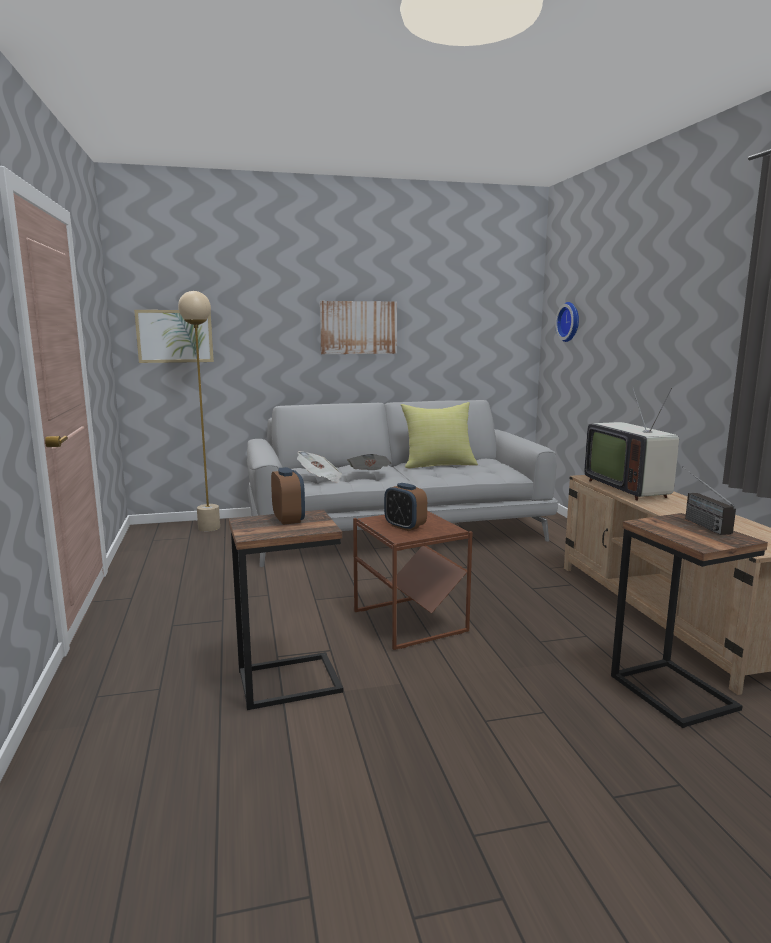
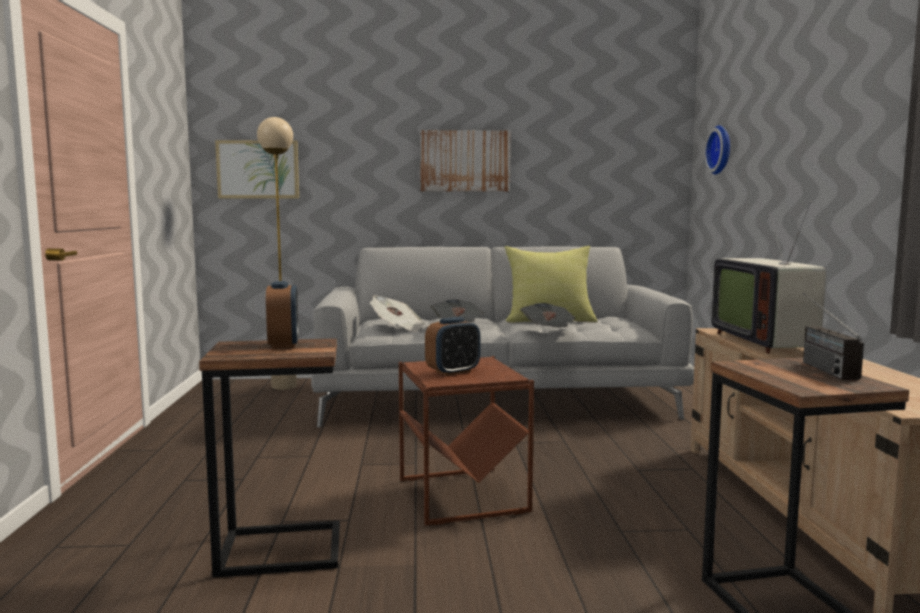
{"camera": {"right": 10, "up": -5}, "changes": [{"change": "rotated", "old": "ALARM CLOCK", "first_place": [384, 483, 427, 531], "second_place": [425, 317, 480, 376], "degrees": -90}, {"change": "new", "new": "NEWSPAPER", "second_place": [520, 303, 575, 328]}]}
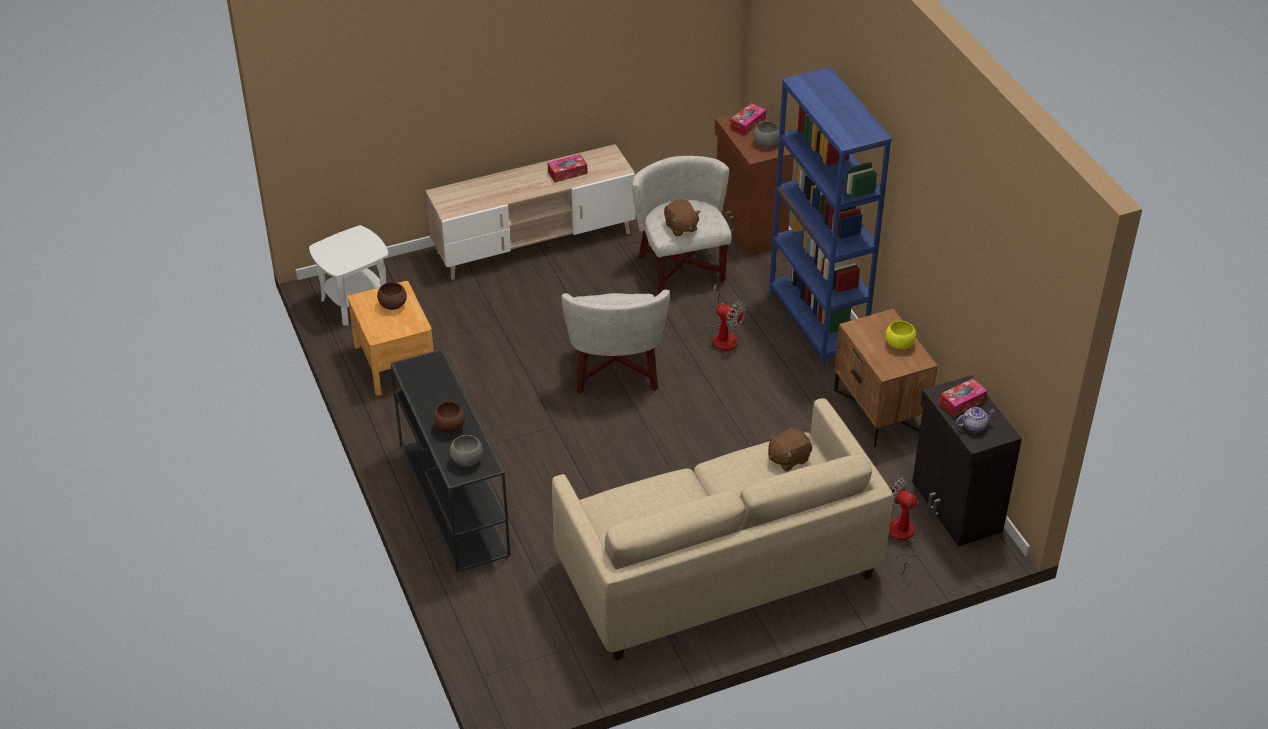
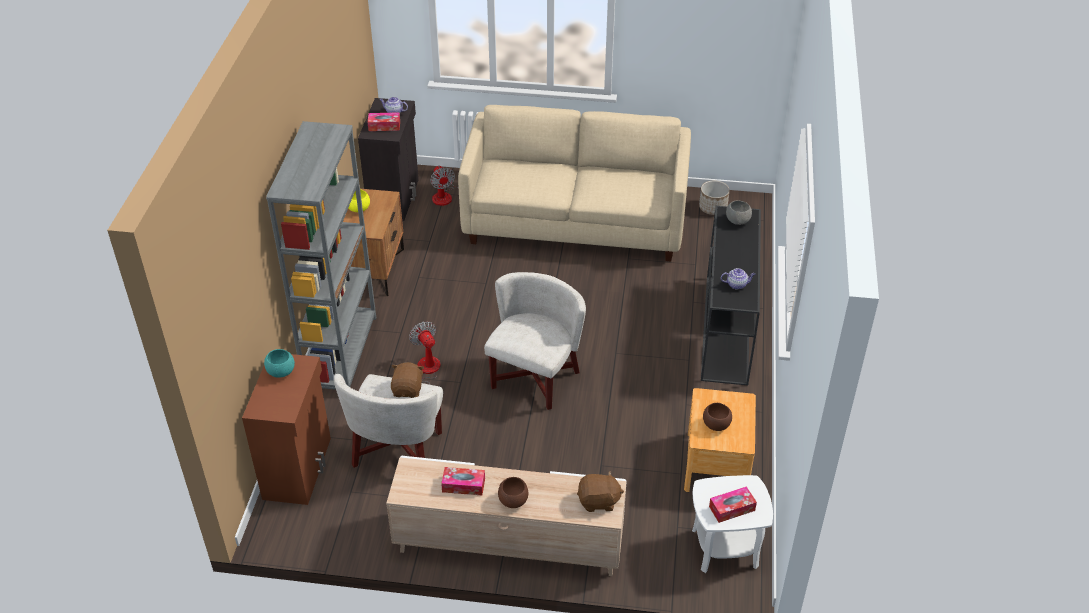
{"camera": {"right": -150, "up": 0}, "changes": [{"change": "shifted", "old": "BROWN BOWL", "first_place": [434, 402, 465, 433], "second_place": [498, 477, 528, 508]}, {"change": "shifted", "old": "TISSUE BOX", "first_place": [730, 103, 766, 136], "second_place": [709, 486, 757, 523]}, {"change": "repainted", "old": "GREY BOWL", "new": "TURQUOISE BOWL", "first_place": [753, 121, 780, 147], "second_place": [264, 349, 295, 378]}, {"change": "shifted", "old": "BROWN PLUSH TOY", "first_place": [768, 428, 812, 471], "second_place": [577, 471, 624, 512]}, {"change": "repainted", "old": "BLUE BOOKCASE", "new": "GREY BOOKCASE", "first_place": [769, 67, 892, 365], "second_place": [266, 121, 376, 390]}, {"change": "new", "new": "PLANTER", "second_place": [699, 181, 730, 215]}, {"change": "new", "new": "TEAPOT", "second_place": [721, 268, 755, 289]}]}
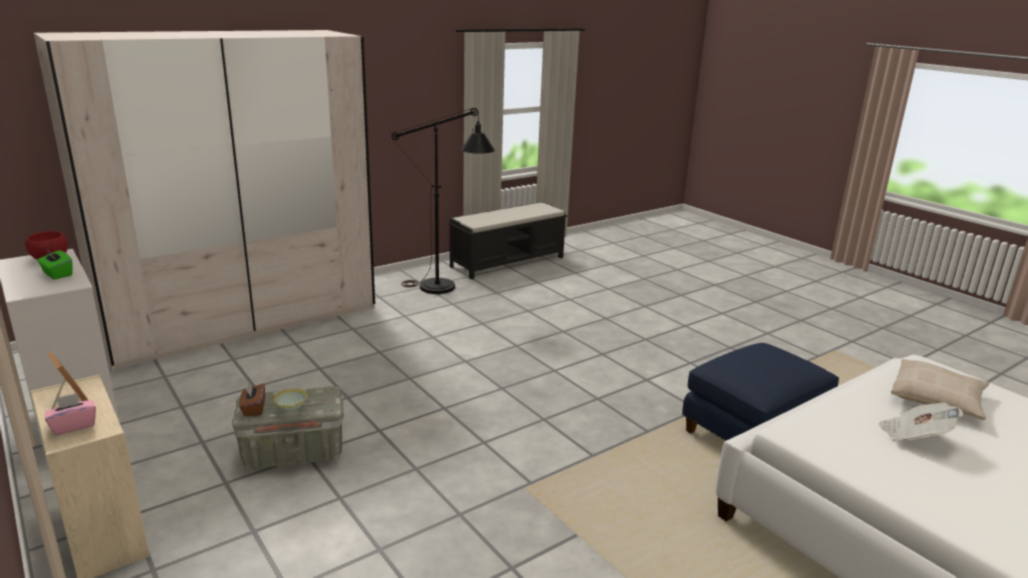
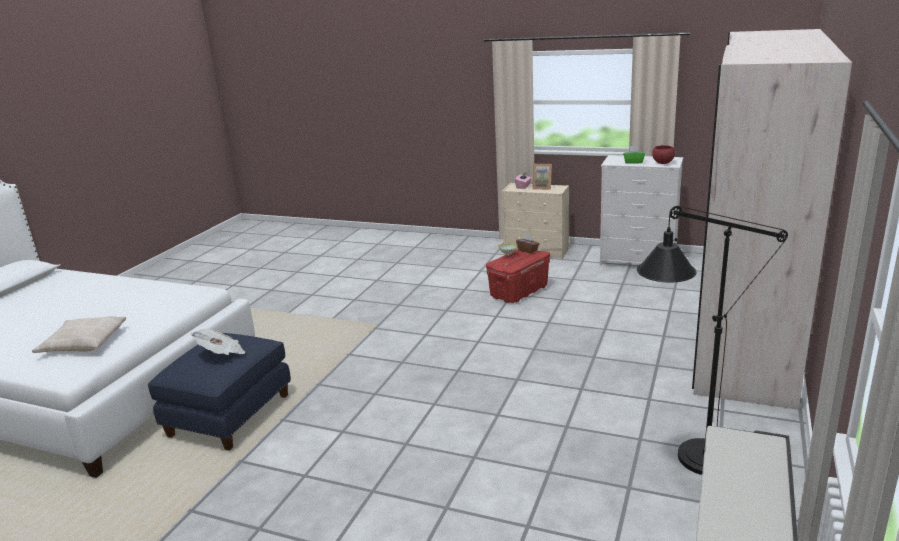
{"camera": {"right": 150, "up": 0}, "changes": [{"change": "repainted", "old": "GREY STORAGE BOX", "new": "RED STORAGE BOX", "first_place": [232, 386, 344, 470], "second_place": [486, 249, 550, 303]}, {"change": "shifted", "old": "NEWSPAPER", "first_place": [879, 402, 963, 441], "second_place": [190, 329, 245, 355]}]}
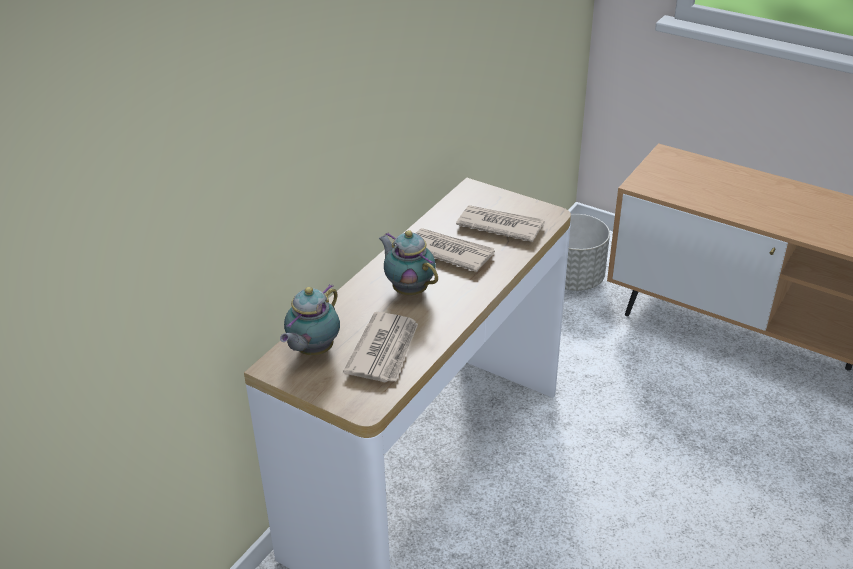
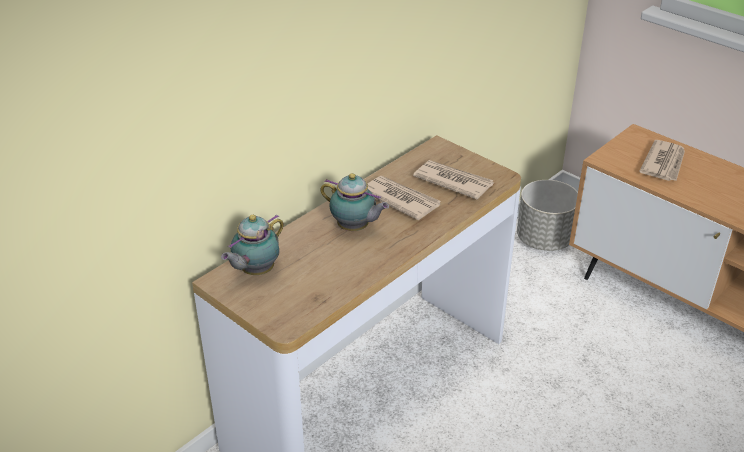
{"camera": {"right": 10, "up": 0}, "changes": [{"change": "shifted", "old": "NEWSPAPER", "first_place": [343, 312, 418, 382], "second_place": [639, 140, 685, 181]}, {"change": "rotated", "old": "TEAPOT", "first_place": [379, 230, 438, 295], "second_place": [320, 173, 389, 231], "degrees": 150}]}
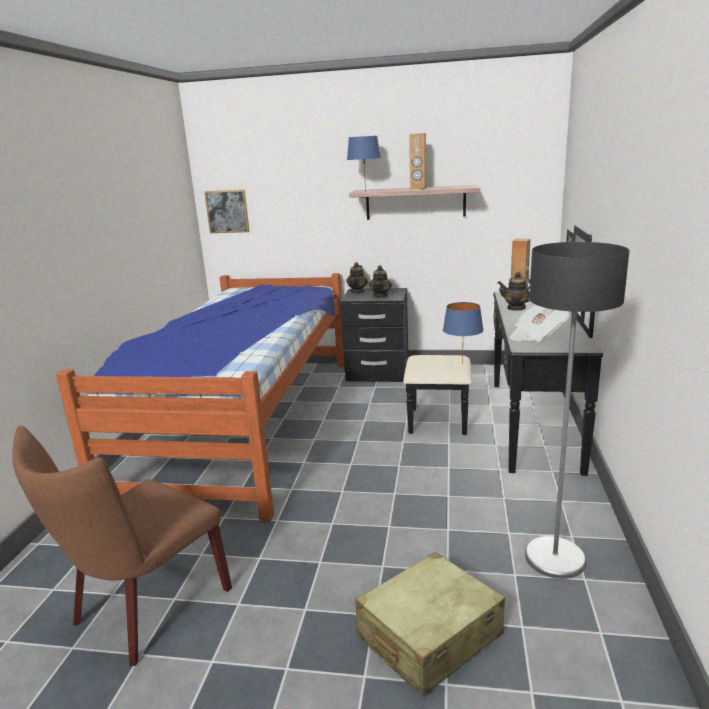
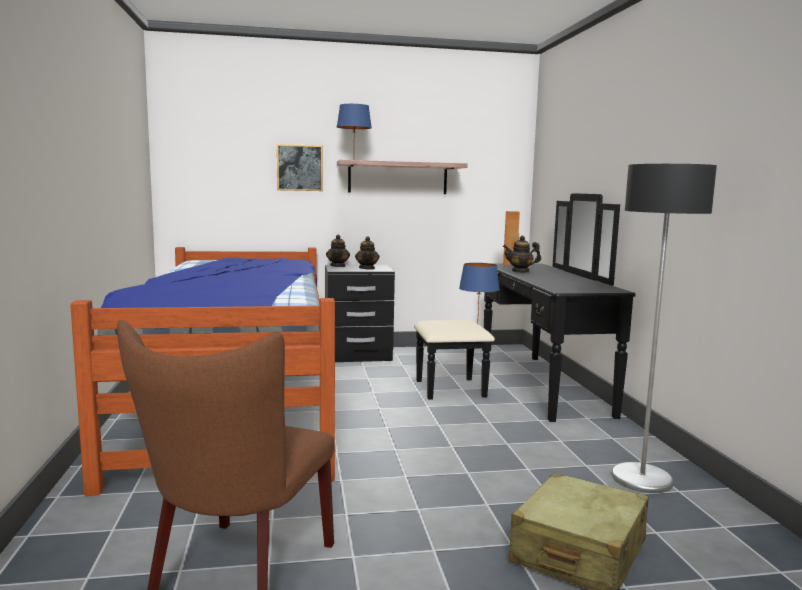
{"camera": {"right": -20, "up": -10}, "changes": [{"change": "shifted", "old": "PICTURE", "first_place": [204, 190, 250, 233], "second_place": [277, 144, 323, 191]}, {"change": "gone", "old": "BROWN SPEAKER", "first_place": [409, 133, 427, 190]}, {"change": "gone", "old": "NEWSPAPER", "first_place": [510, 305, 569, 342]}]}
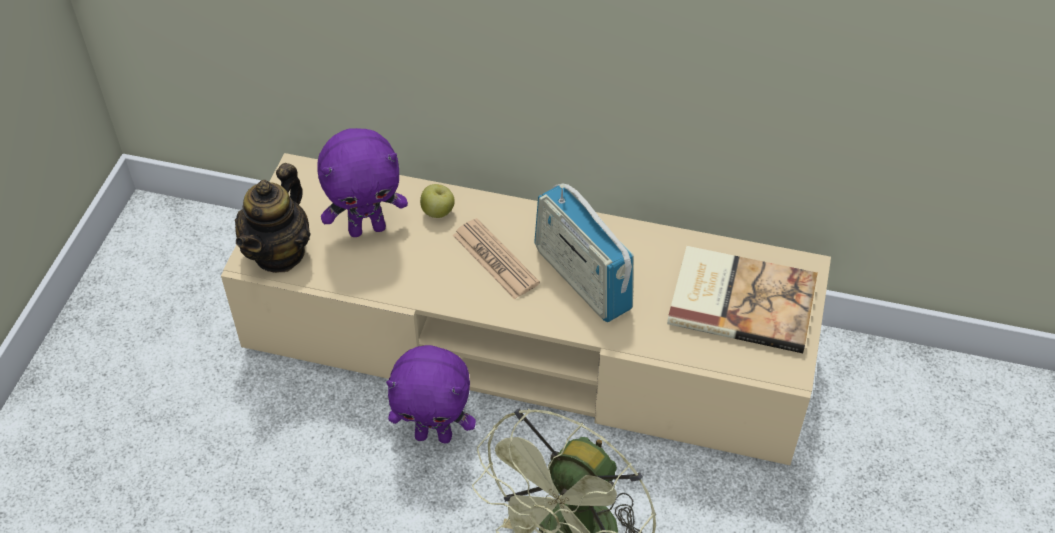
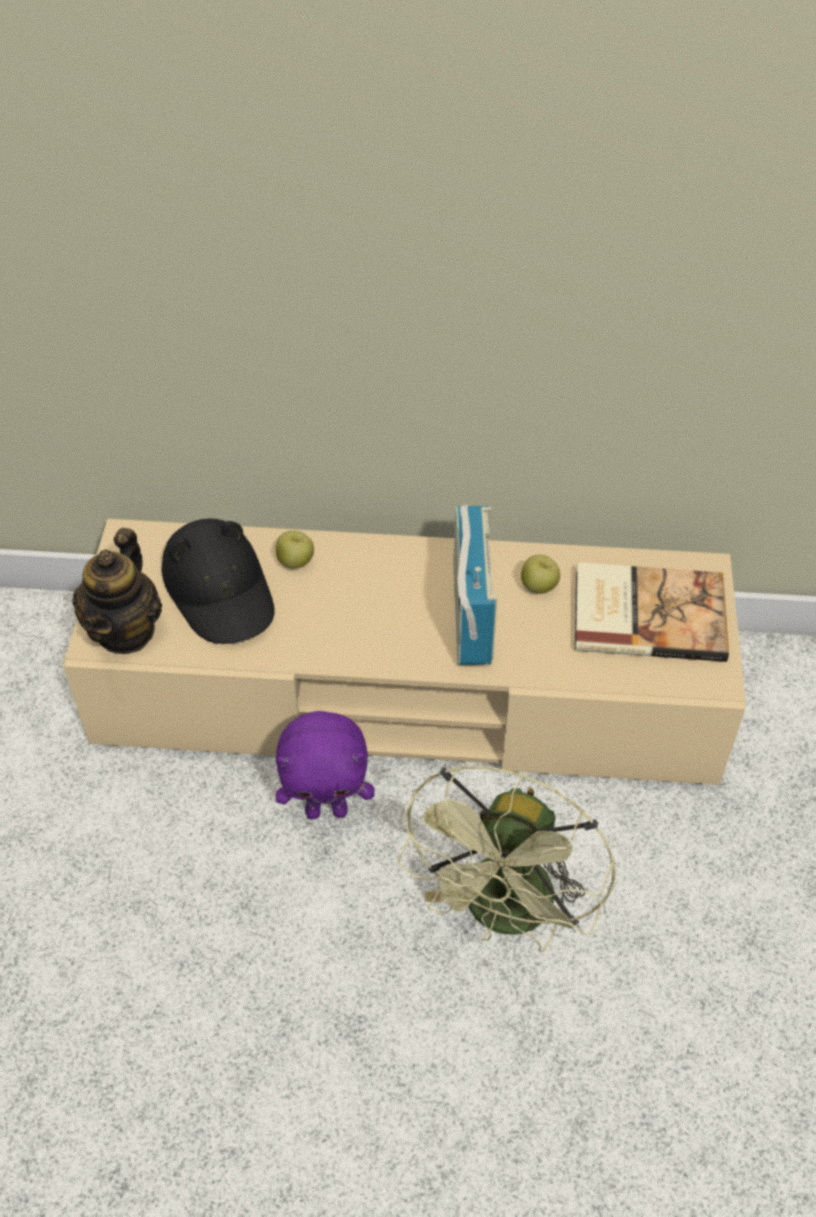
{"camera": {"right": -10, "up": 0}, "changes": [{"change": "swapped", "old": "PURPLE PLUSH TOY", "new": "BLACK HAT", "first_place": [317, 128, 408, 237], "second_place": [162, 518, 274, 644]}, {"change": "gone", "old": "NEWSPAPER", "first_place": [453, 218, 540, 299]}, {"change": "rotated", "old": "RADIO", "first_place": [535, 183, 634, 322], "second_place": [454, 505, 498, 665], "degrees": -135}, {"change": "new", "new": "APPLE", "second_place": [521, 555, 560, 594]}]}
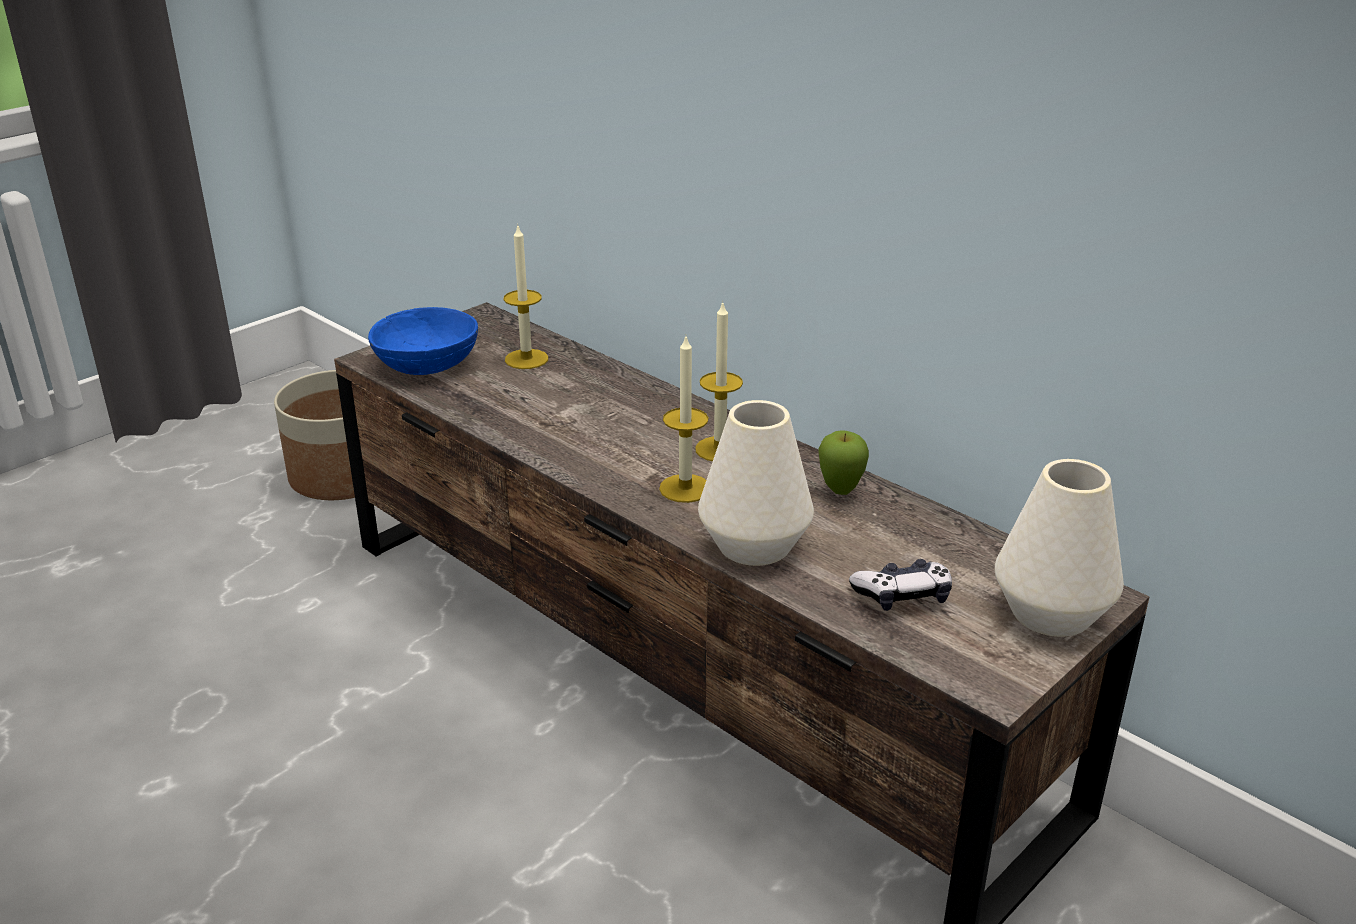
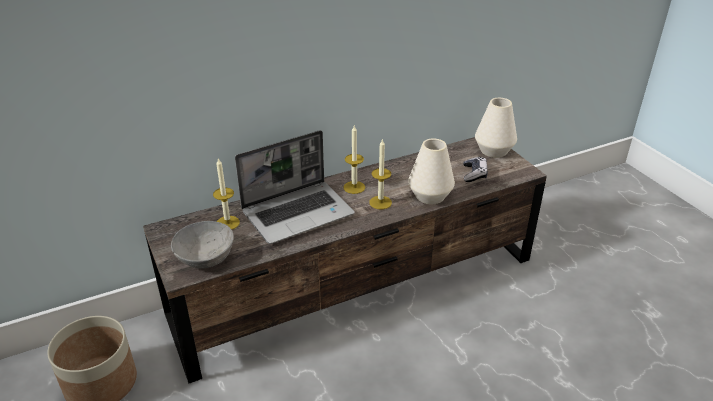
{"camera": {"right": -70, "up": 5}, "changes": [{"change": "repainted", "old": "BLUE BOWL", "new": "GREY BOWL", "first_place": [368, 307, 478, 375], "second_place": [171, 221, 234, 268]}, {"change": "gone", "old": "APPLE", "first_place": [818, 430, 869, 495]}, {"change": "new", "new": "LAPTOP", "second_place": [235, 130, 355, 244]}]}
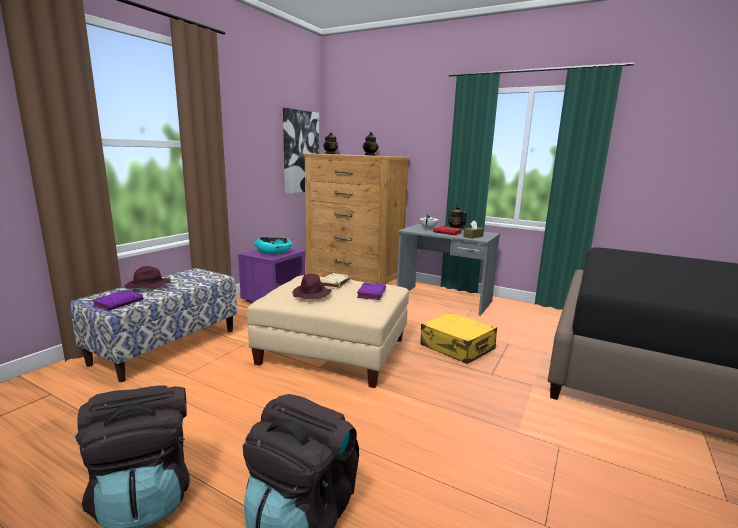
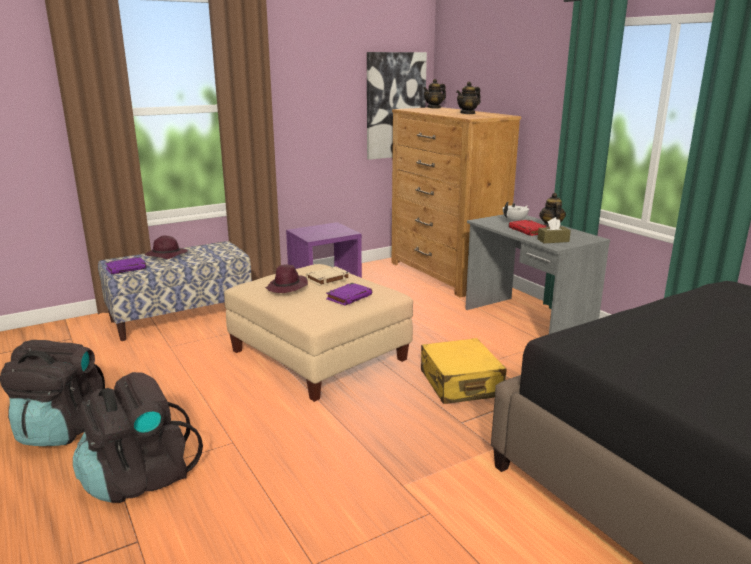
{"camera": {"right": 30, "up": 5}, "changes": [{"change": "gone", "old": "TURQUOISE BOWL", "first_place": [254, 237, 292, 254]}]}
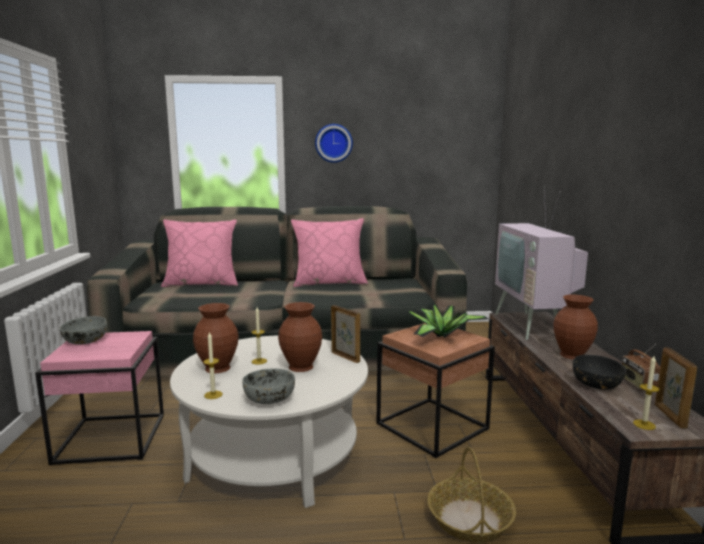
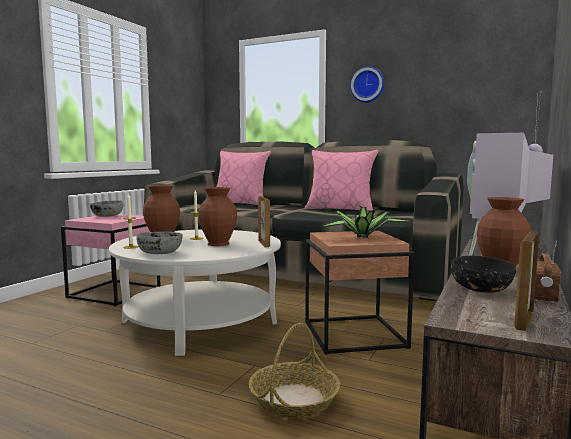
{"camera": {"right": 30, "up": -5}, "changes": [{"change": "gone", "old": "CANDLE", "first_place": [633, 356, 660, 430]}]}
